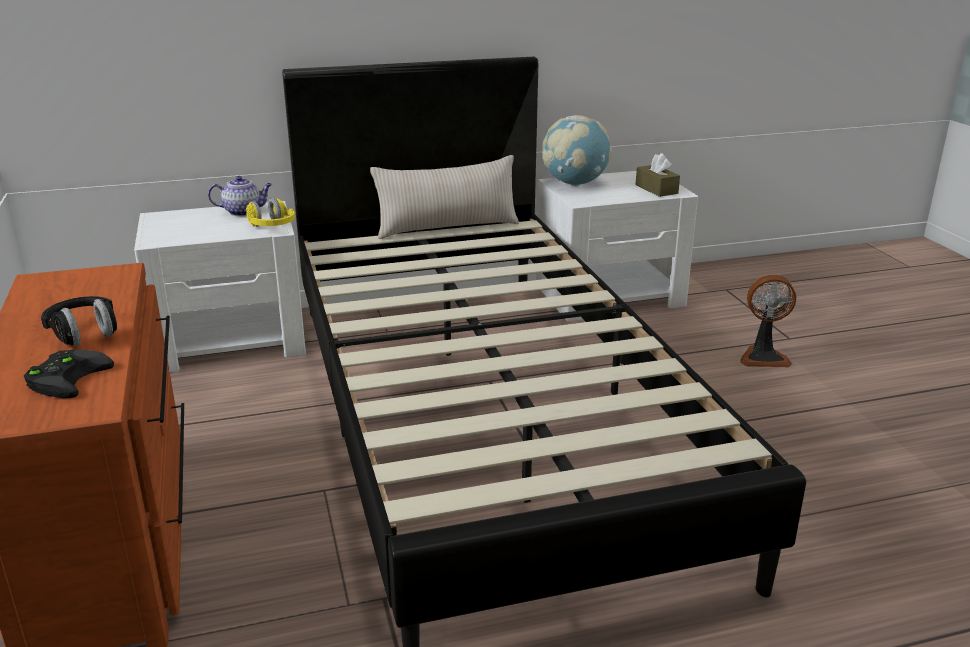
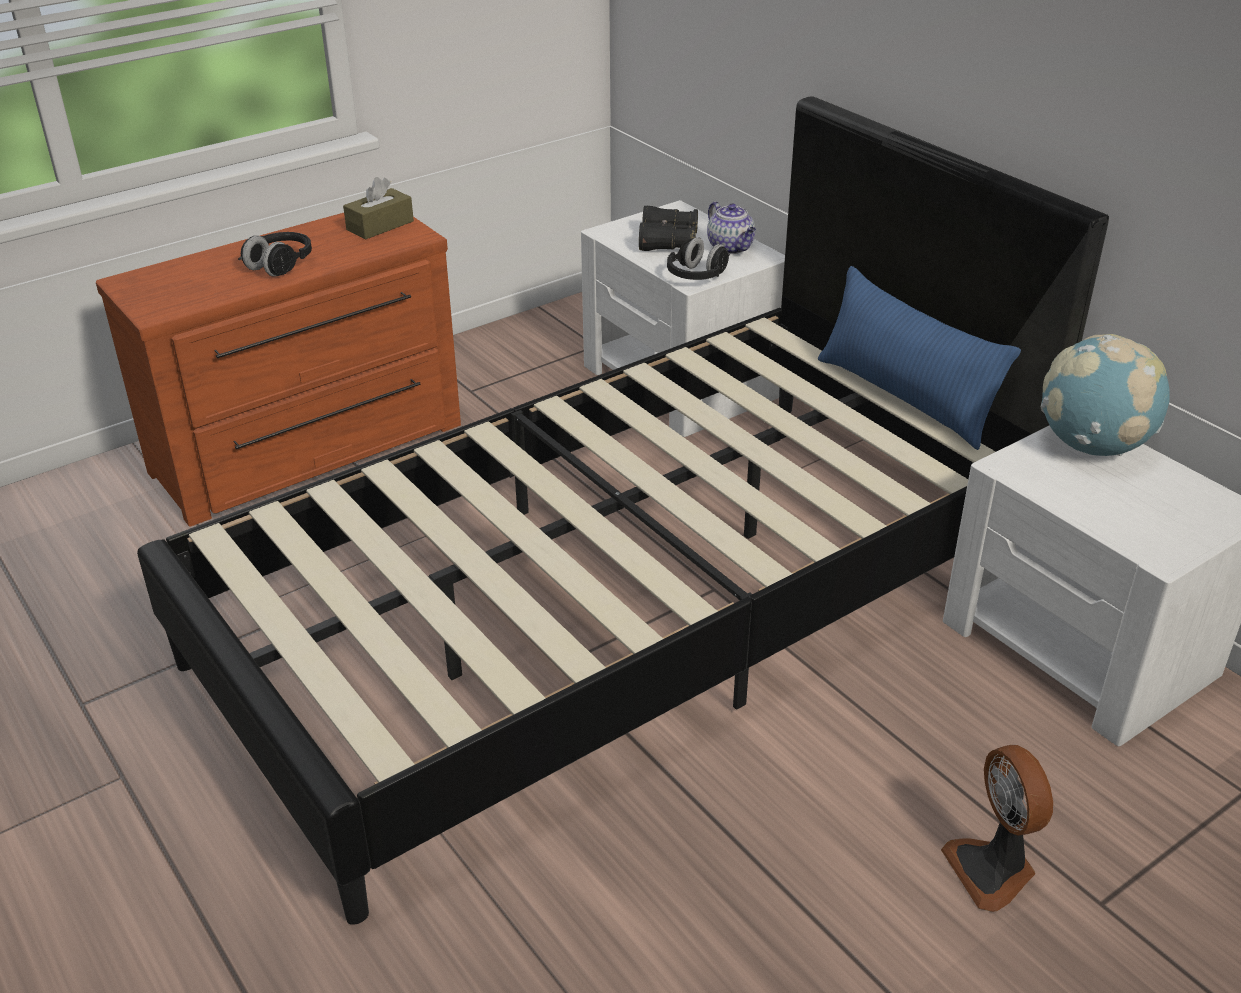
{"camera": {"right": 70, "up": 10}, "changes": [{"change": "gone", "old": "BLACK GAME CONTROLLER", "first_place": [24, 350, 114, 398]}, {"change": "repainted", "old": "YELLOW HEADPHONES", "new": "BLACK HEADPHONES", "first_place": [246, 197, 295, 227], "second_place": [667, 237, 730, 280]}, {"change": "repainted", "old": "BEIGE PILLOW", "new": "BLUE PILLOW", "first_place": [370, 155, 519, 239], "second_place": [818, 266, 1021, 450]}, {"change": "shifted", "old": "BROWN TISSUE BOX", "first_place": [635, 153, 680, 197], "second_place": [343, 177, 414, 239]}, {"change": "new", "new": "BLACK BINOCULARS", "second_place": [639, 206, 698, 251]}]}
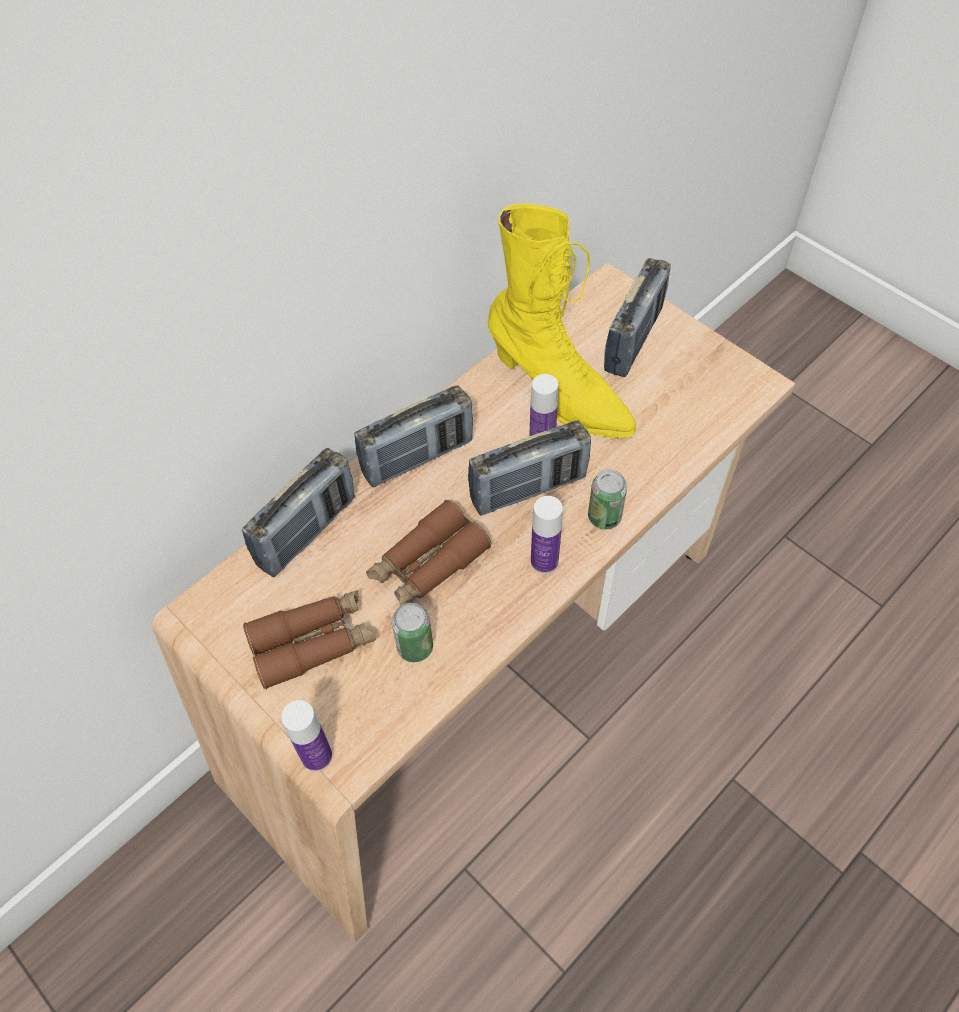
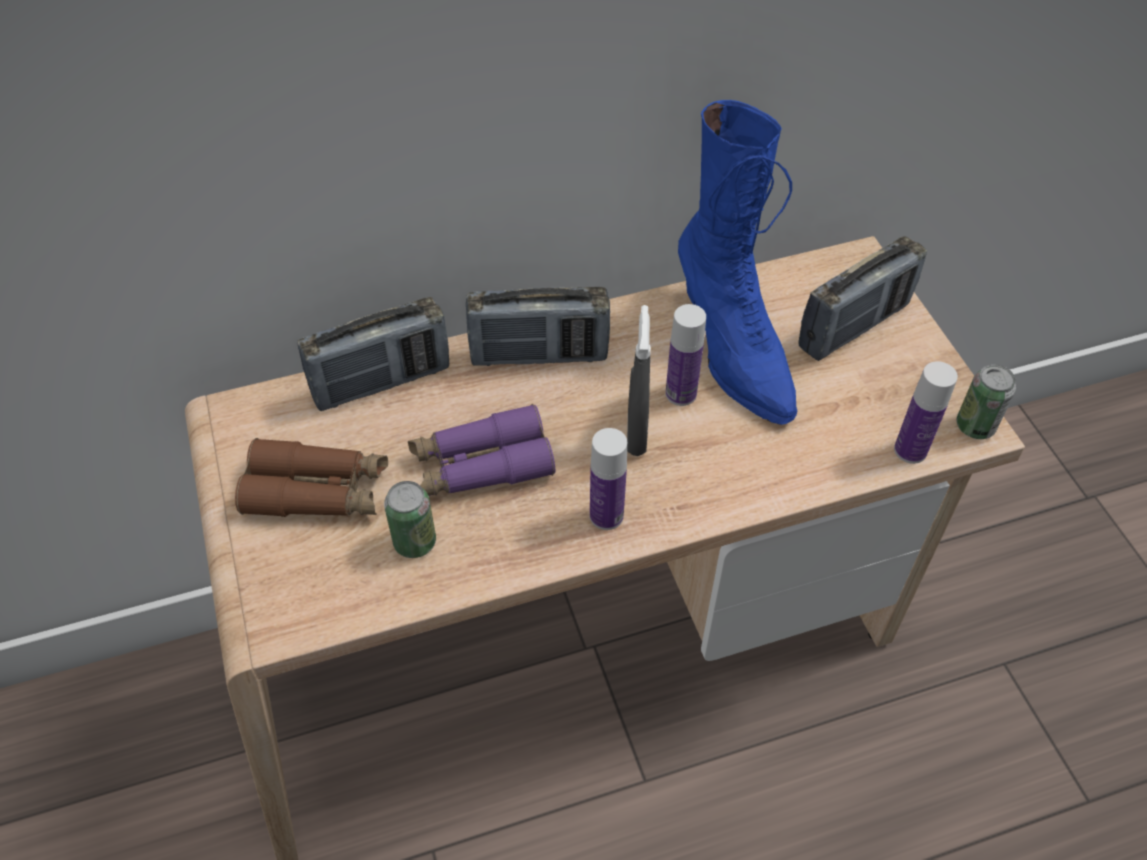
{"camera": {"right": 25, "up": -5}, "changes": [{"change": "shifted", "old": "BOTTLE", "first_place": [281, 700, 332, 771], "second_place": [894, 361, 958, 464]}, {"change": "repainted", "old": "BROWN BINOCULARS", "new": "PURPLE BINOCULARS", "first_place": [366, 500, 491, 605], "second_place": [408, 404, 555, 496]}, {"change": "swapped", "old": "RADIO", "new": "GREY SPRAY BOTTLE", "first_place": [468, 421, 591, 515], "second_place": [627, 305, 651, 456]}, {"change": "repainted", "old": "YELLOW BOOT", "new": "BLUE BOOT", "first_place": [488, 203, 636, 438], "second_place": [678, 100, 797, 425]}, {"change": "shifted", "old": "CAN", "first_place": [588, 470, 627, 529], "second_place": [956, 364, 1016, 439]}]}
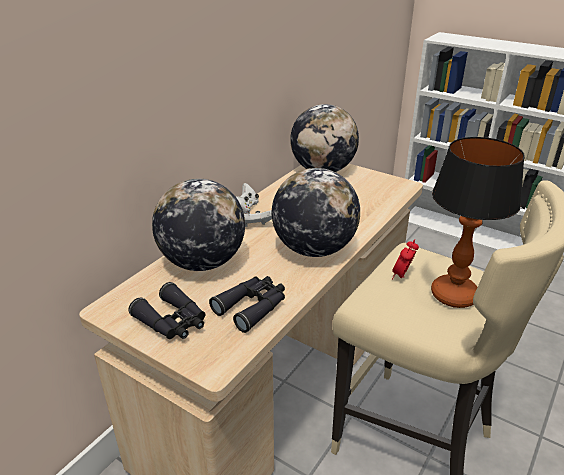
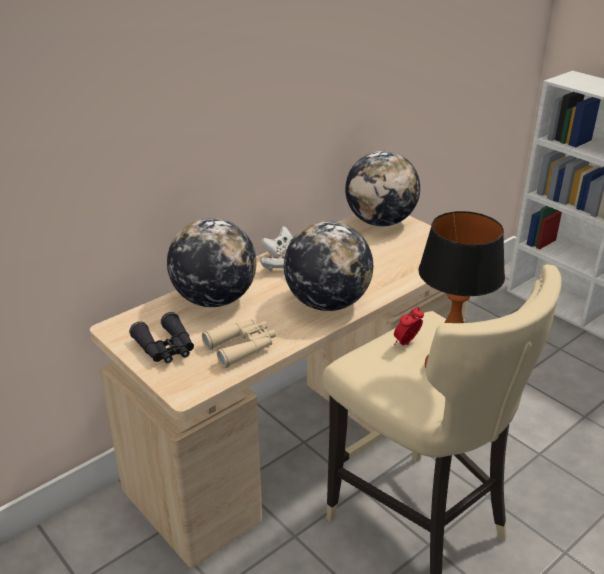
{"camera": {"right": 15, "up": 0}, "changes": [{"change": "repainted", "old": "BLACK BINOCULARS", "new": "BEIGE BINOCULARS", "first_place": [209, 276, 285, 333], "second_place": [202, 319, 276, 368]}]}
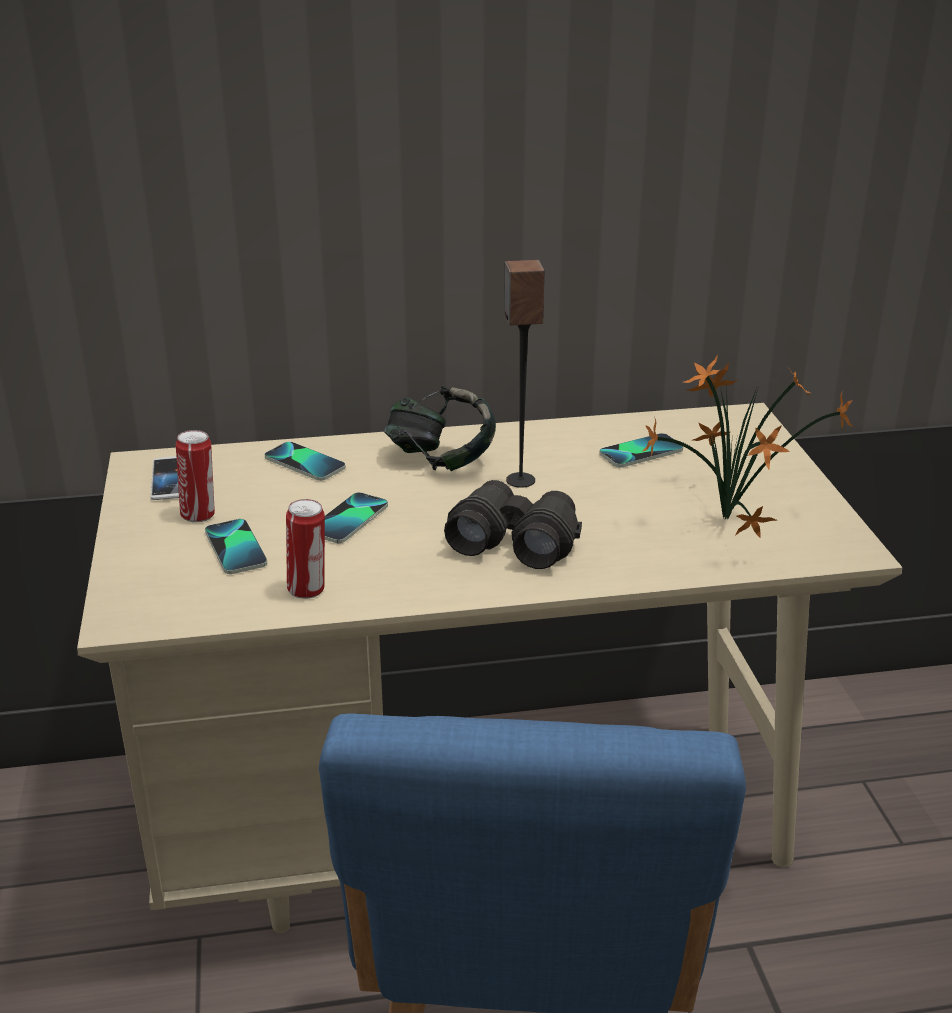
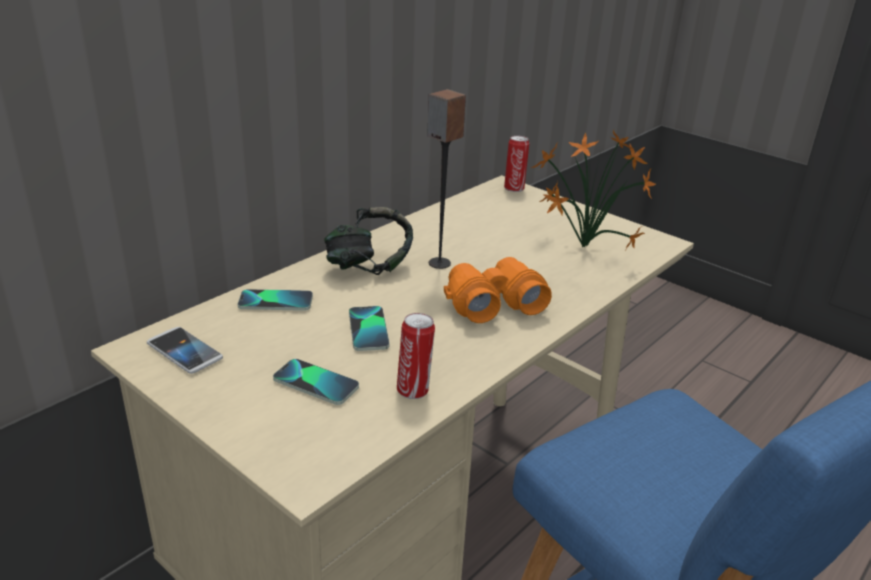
{"camera": {"right": -40, "up": 0}, "changes": [{"change": "shifted", "old": "CAN", "first_place": [176, 430, 215, 522], "second_place": [504, 136, 529, 192]}, {"change": "repainted", "old": "BLACK BINOCULARS", "new": "ORANGE BINOCULARS", "first_place": [444, 480, 582, 569], "second_place": [444, 257, 552, 323]}, {"change": "gone", "old": "PHONE", "first_place": [599, 433, 683, 468]}]}
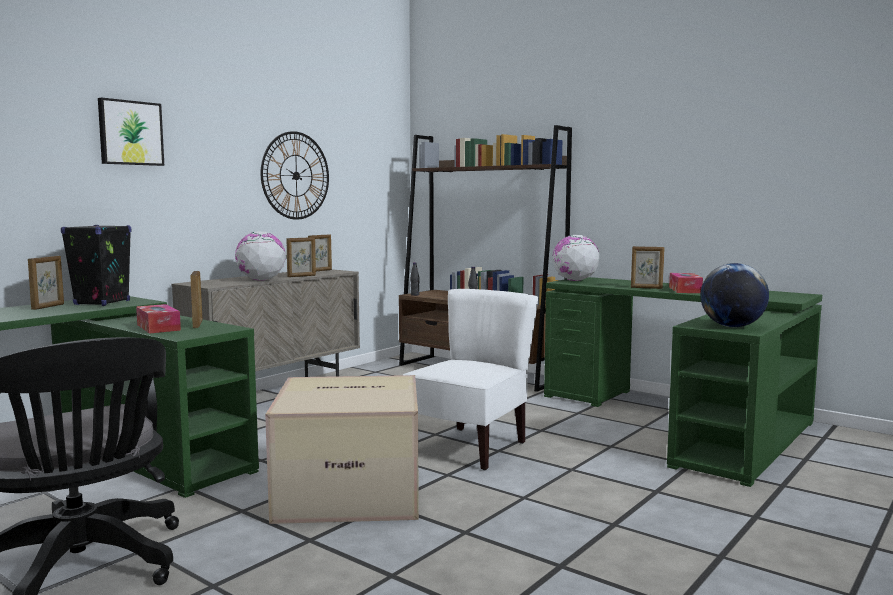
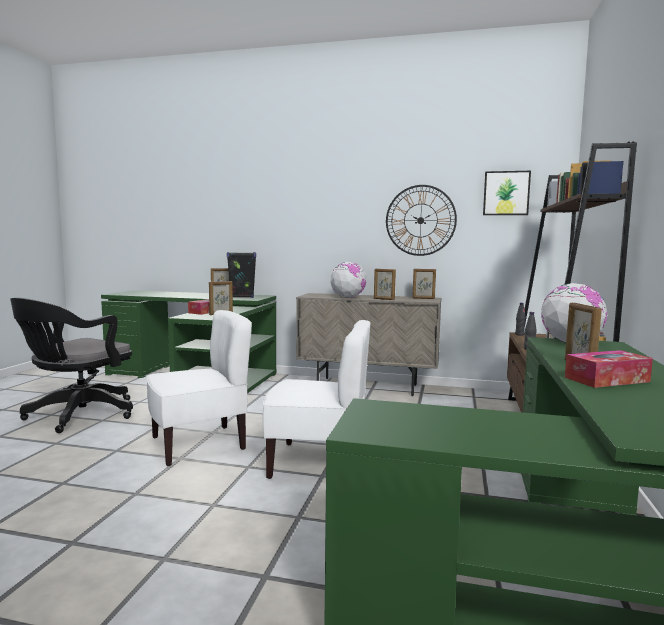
{"camera": {"right": 65, "up": 0}, "changes": [{"change": "shifted", "old": "PICTURE", "first_place": [98, 97, 164, 166], "second_place": [483, 171, 531, 215]}, {"change": "swapped", "old": "CARDBOARD BOX", "new": "WHITE CHAIR", "first_place": [265, 375, 419, 524], "second_place": [146, 310, 252, 466]}, {"change": "gone", "old": "GLOBE", "first_place": [700, 263, 769, 327]}]}
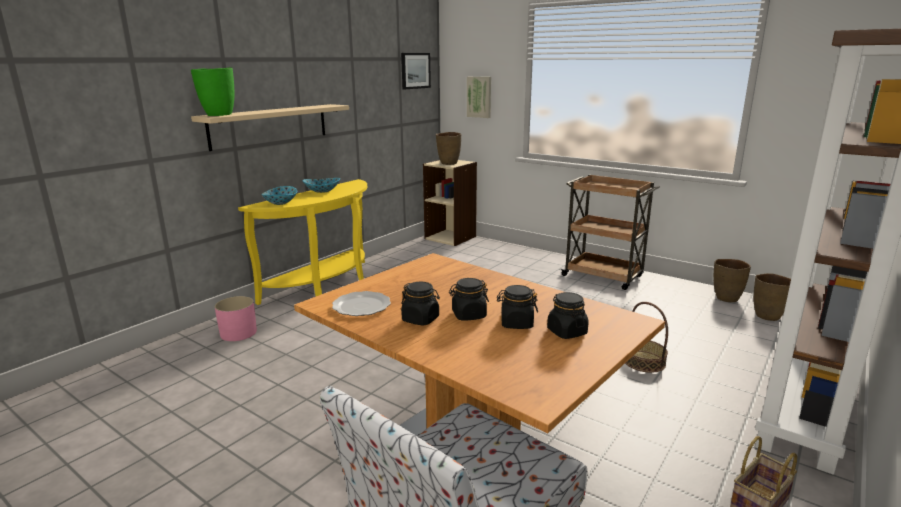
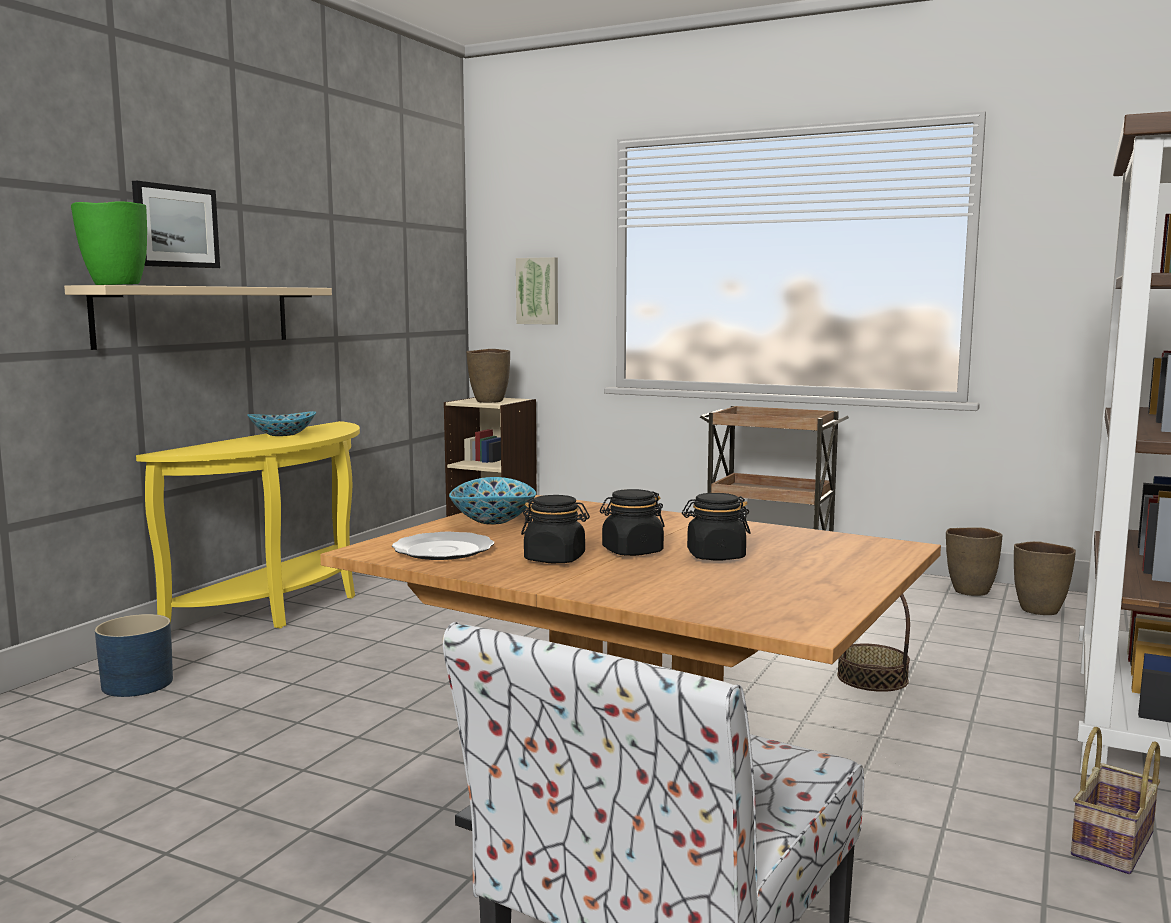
{"camera": {"right": -10, "up": -10}, "changes": [{"change": "repainted", "old": "PINK PLANTER", "new": "BLUE PLANTER", "first_place": [215, 296, 257, 341], "second_place": [95, 614, 173, 697]}, {"change": "shifted", "old": "BOWL", "first_place": [261, 186, 297, 205], "second_place": [449, 477, 536, 525]}, {"change": "shifted", "old": "PICTURE", "first_place": [401, 53, 431, 89], "second_place": [132, 181, 220, 268]}, {"change": "gone", "old": "BLACK JAR", "first_place": [547, 292, 589, 339]}]}
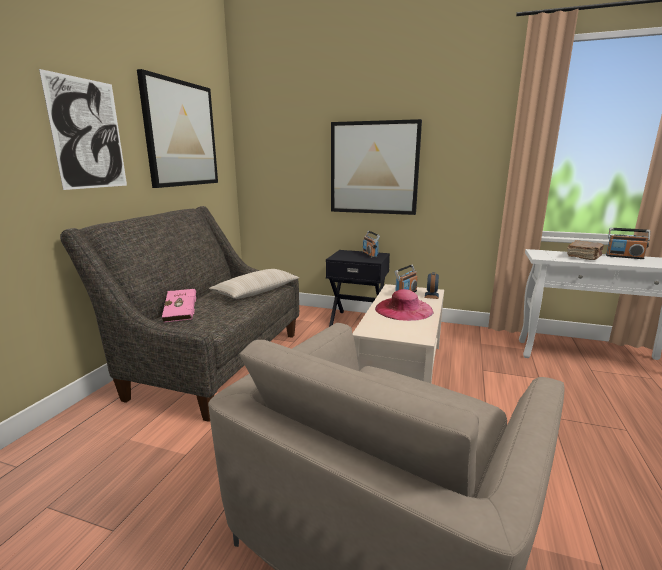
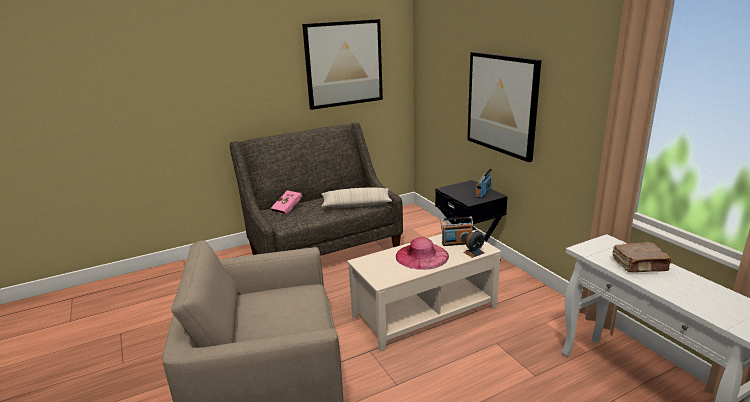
{"camera": {"right": 45, "up": 5}, "changes": [{"change": "gone", "old": "PICTURE", "first_place": [39, 69, 127, 190]}, {"change": "gone", "old": "RADIO", "first_place": [606, 228, 650, 259]}]}
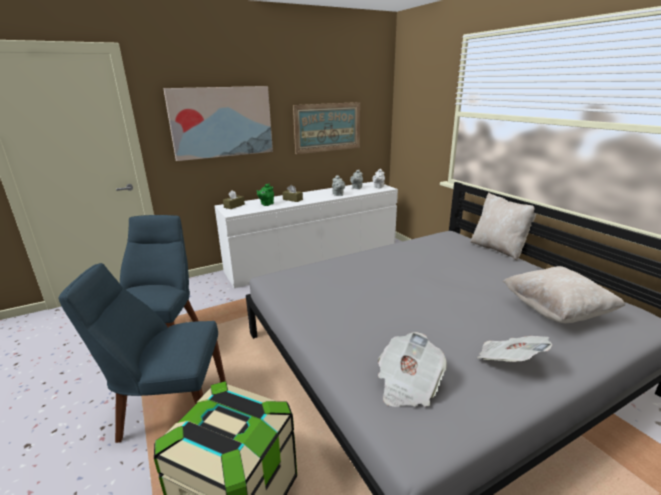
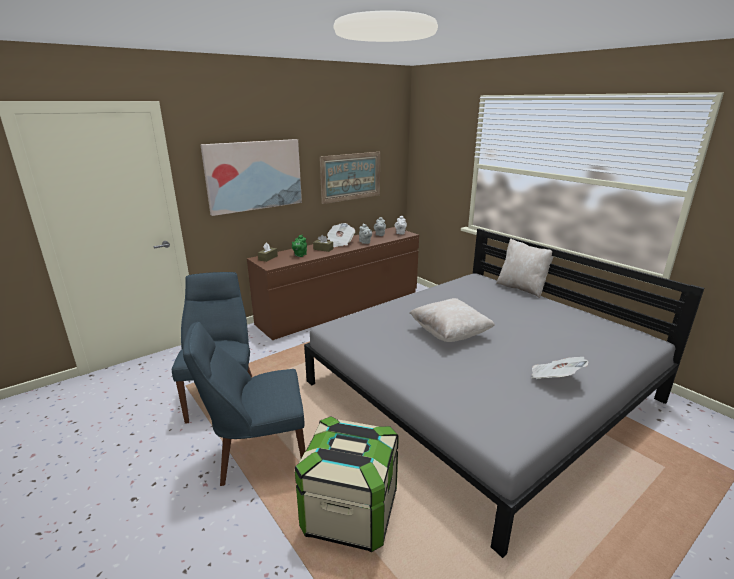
{"camera": {"right": -10, "up": 0}, "changes": [{"change": "repainted", "old": "WHITE DRESSER", "new": "BROWN DRESSER", "first_place": [215, 182, 398, 288], "second_place": [247, 227, 419, 340]}, {"change": "shifted", "old": "NEWSPAPER", "first_place": [378, 332, 447, 407], "second_place": [327, 223, 355, 247]}, {"change": "shifted", "old": "BEIGE PILLOW", "first_place": [502, 266, 625, 323], "second_place": [409, 298, 495, 342]}]}
